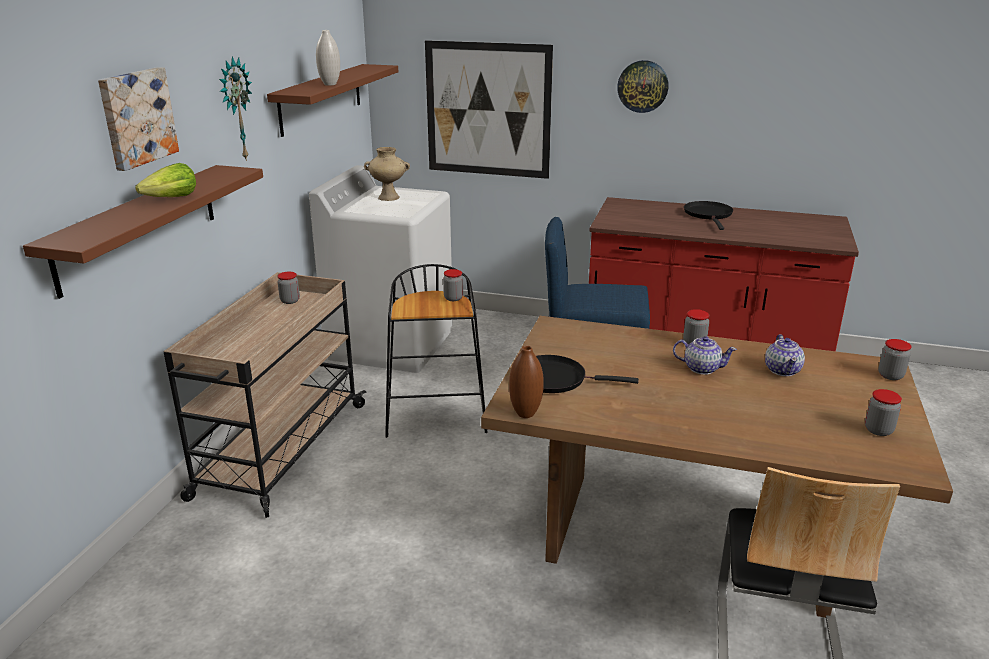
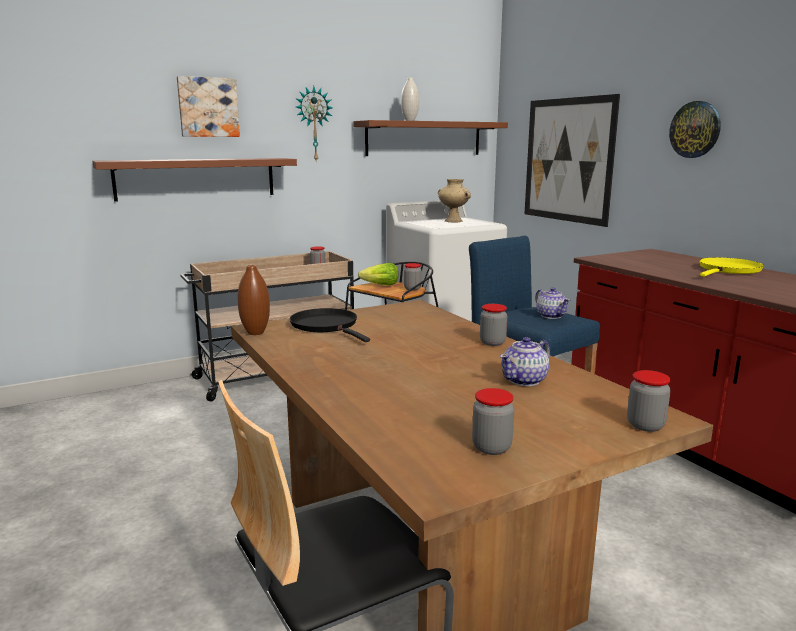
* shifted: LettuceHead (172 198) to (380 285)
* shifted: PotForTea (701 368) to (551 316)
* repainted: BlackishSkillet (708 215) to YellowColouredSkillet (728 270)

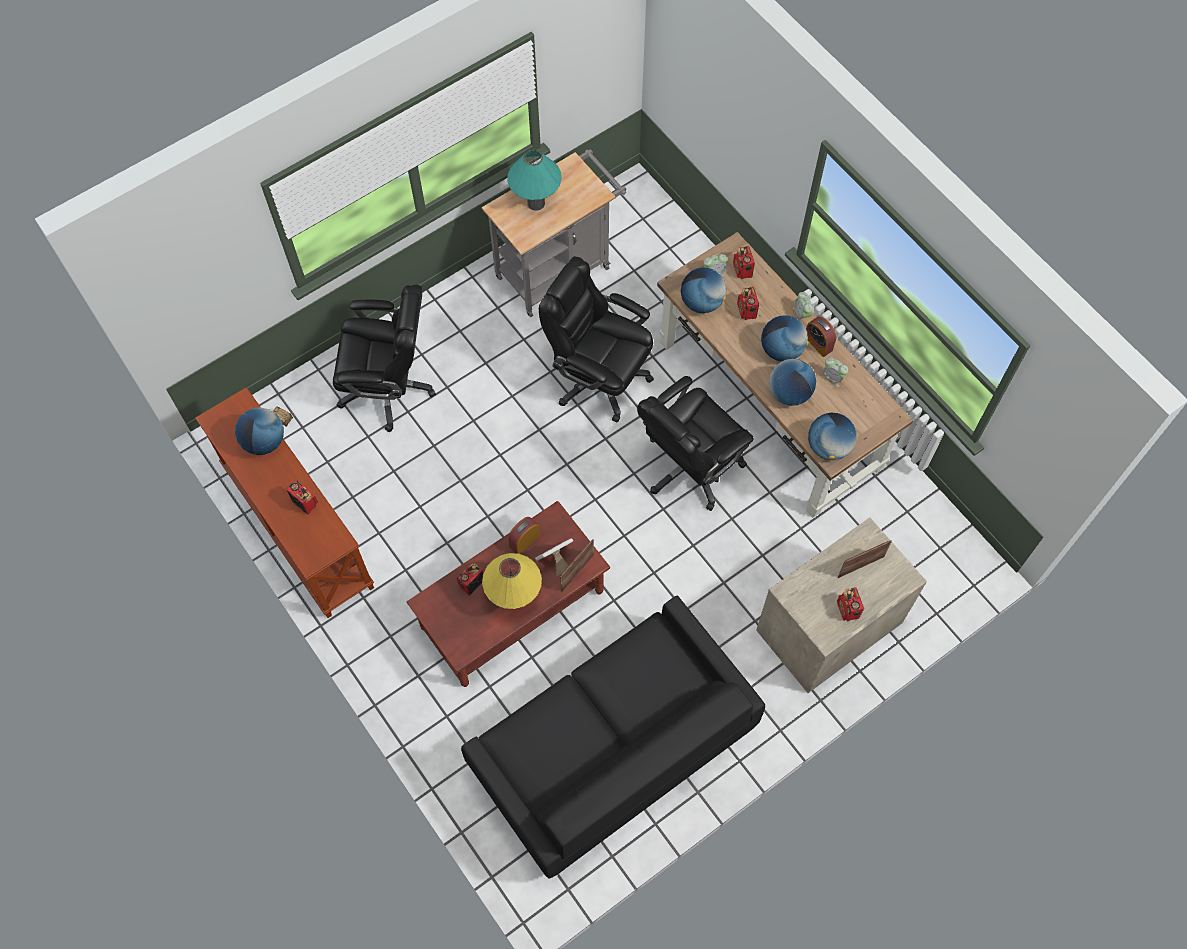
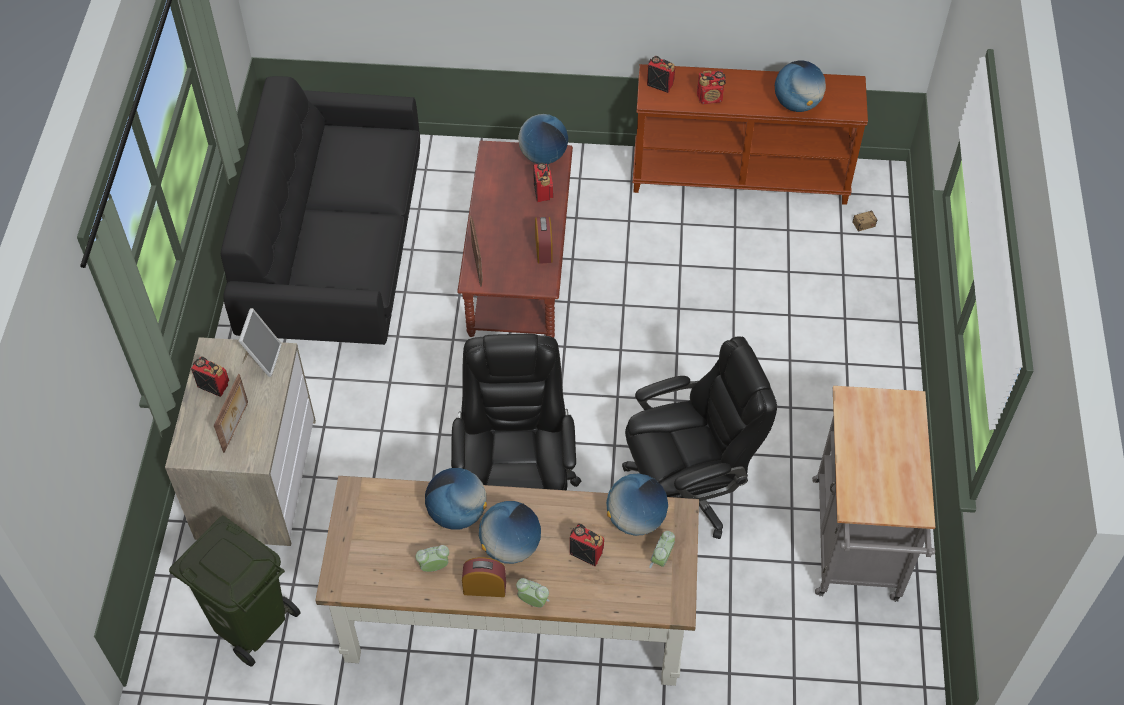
* gone: BlackishOfficeChair (389 387)
* gone: YellowColouredLampForATable (514 597)
* gone: TurquoiseColouredLampForATable (536 203)
* shifted: PictureFrame (555 560) to (262 358)
* shifted: Radio (742 270) to (660 84)
* shifted: DeskGlobe (828 447) to (543 156)
* new: GreenishTrashCan (250 621)

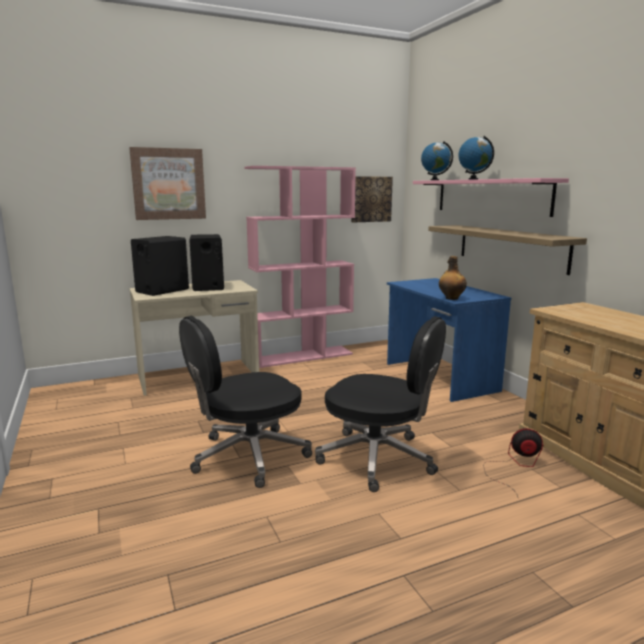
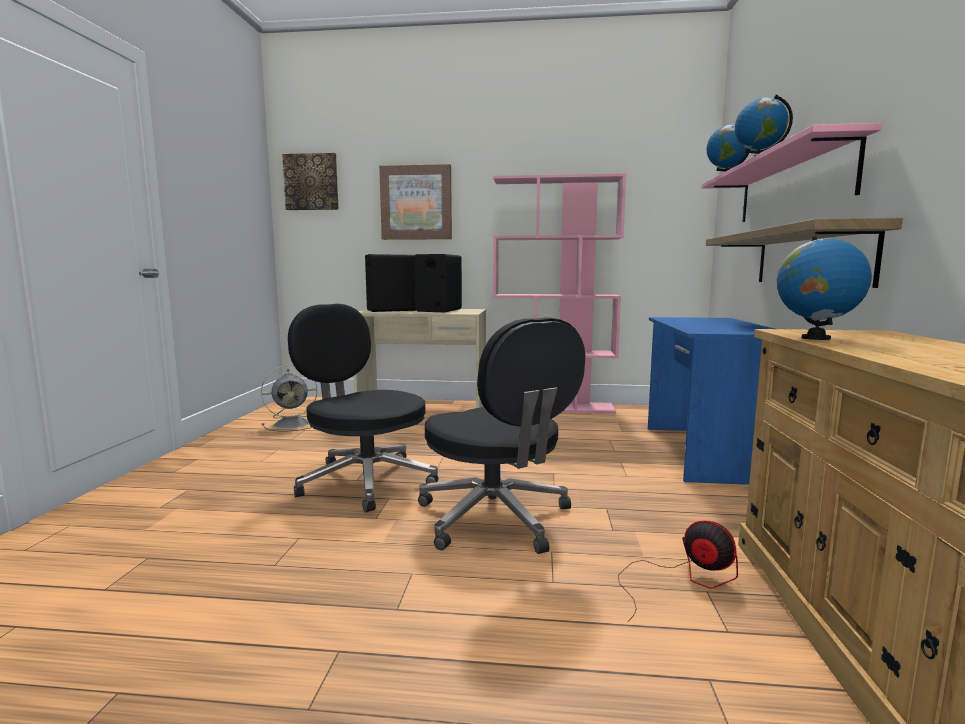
* rotated: BlackishOfficeChair (248 456) = (364 481) 45 degrees clockwise
* shifted: WallArt (370 199) to (311 182)
* gone: Bottle (451 298)
* new: GrayElectricFan (293 424)
* new: DeskGlobe (815 338)

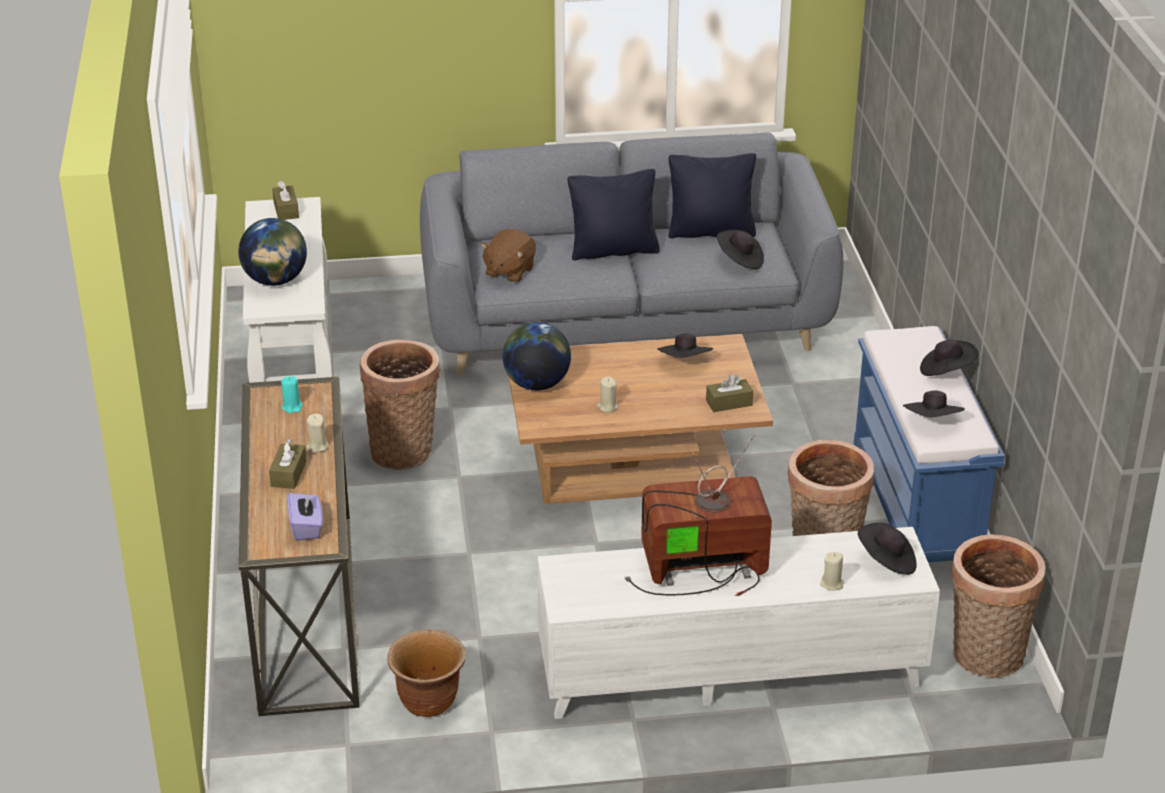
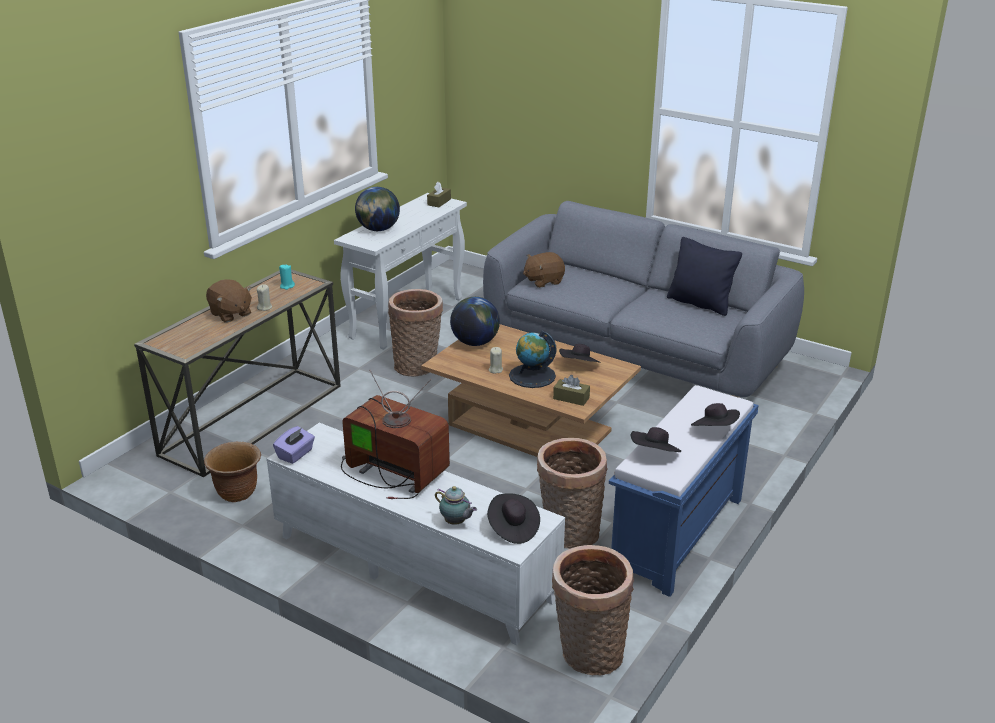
* swapped: BrownColouredTissueHolder (288 474) to BrownColouredCuddlyToy (230 314)
* shifted: PurpleColouredTissueHolder (306 528) to (295 454)
* gone: BlackishThrowPillow (613 251)
* gone: BlackishClothingHat (740 260)
* swapped: BeigeColouredWaxCandle (832 584) to PotForTea (456 522)
* new: DeskGlobe (532 376)

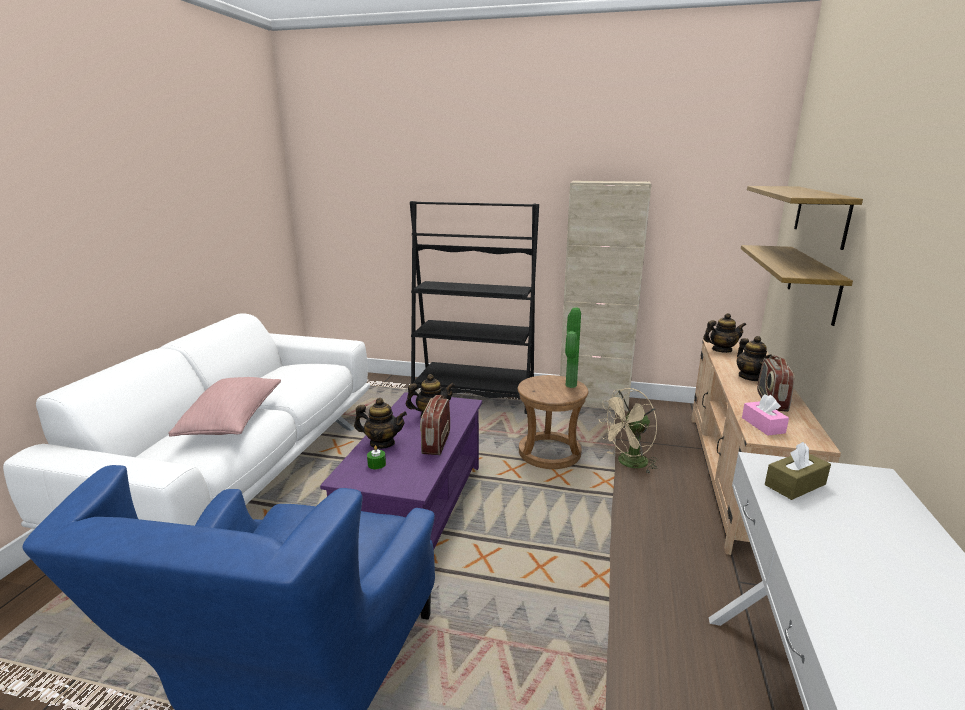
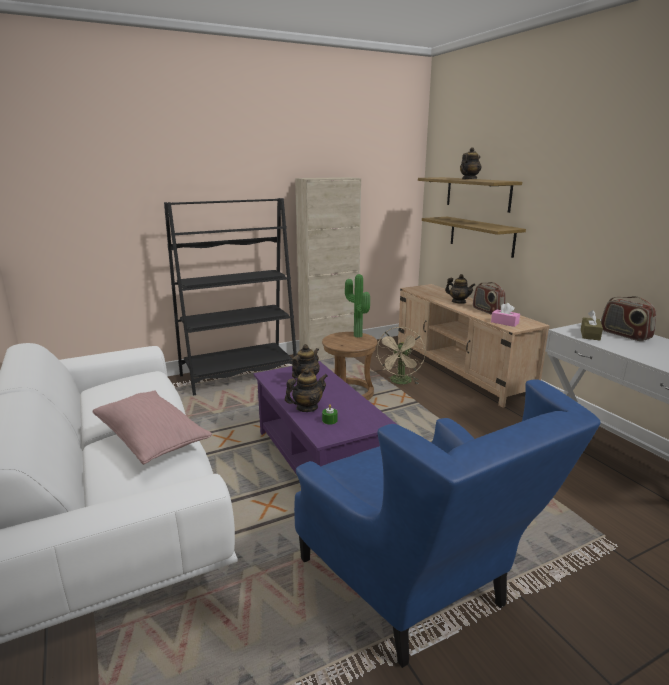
* shifted: Radio (436 443) to (624 335)
* shifted: PotForTea (721 350) to (469 179)

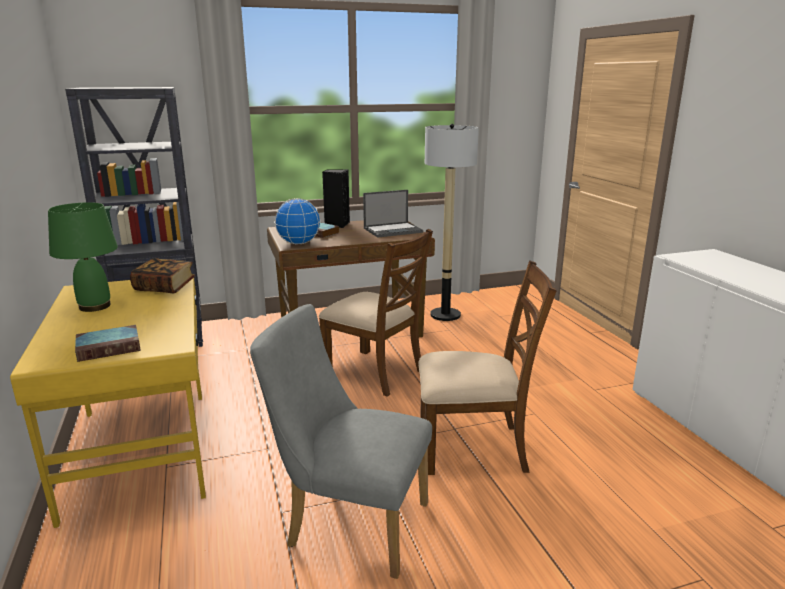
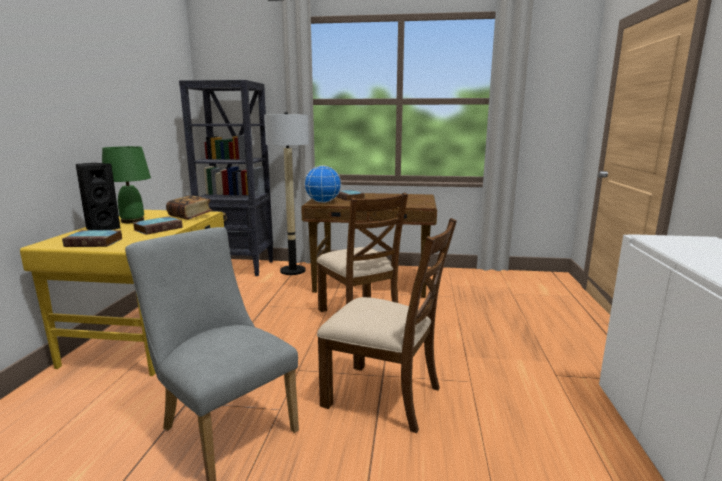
* shifted: BlackishAudioSpeaker (337 224) to (101 229)
* gone: PortableComputer (393 230)
* shifted: StandardLamp (445 315) to (292 270)
* new: Book (159 228)

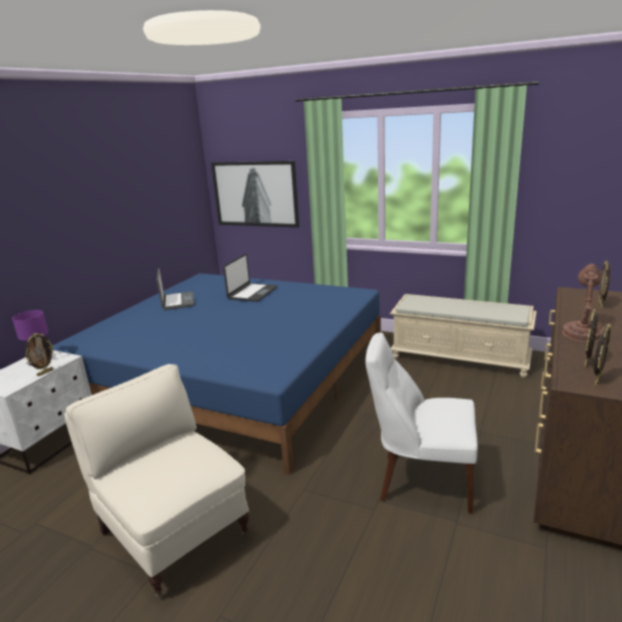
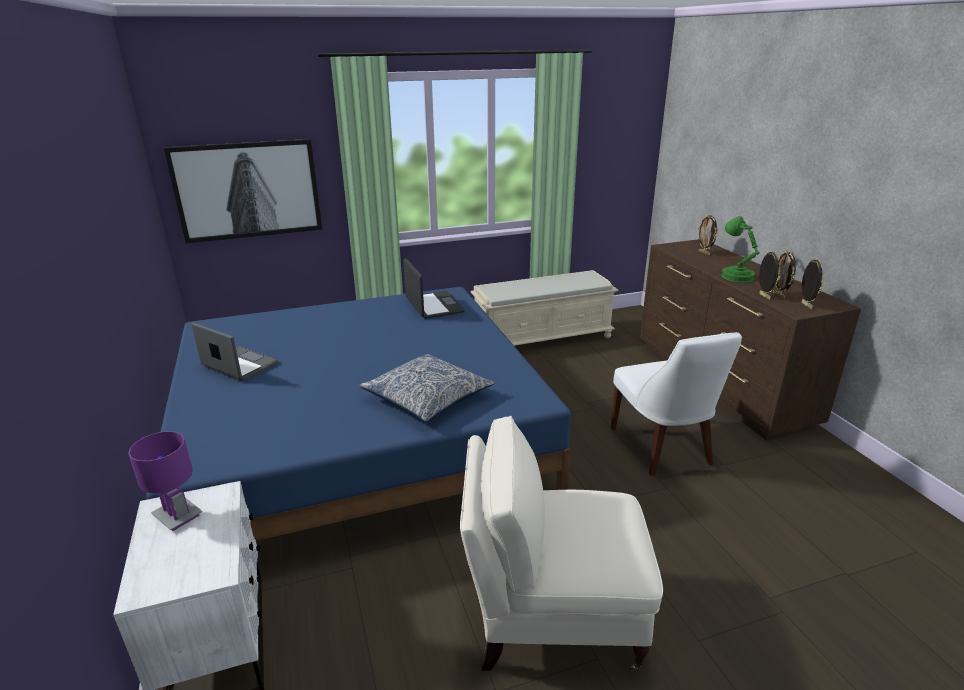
* shifted: PictureFrame (45 372) to (763 296)
* shifted: PortableComputer (252 293) to (433 306)
* rotated: WhiteColouredChair (421 481) = (662 448) 75 degrees counterclockwise
* repainted: BrownColouredLampForATable (582 333) to GreenishLampForATable (735 276)
* new: ThrowPillow (427 397)

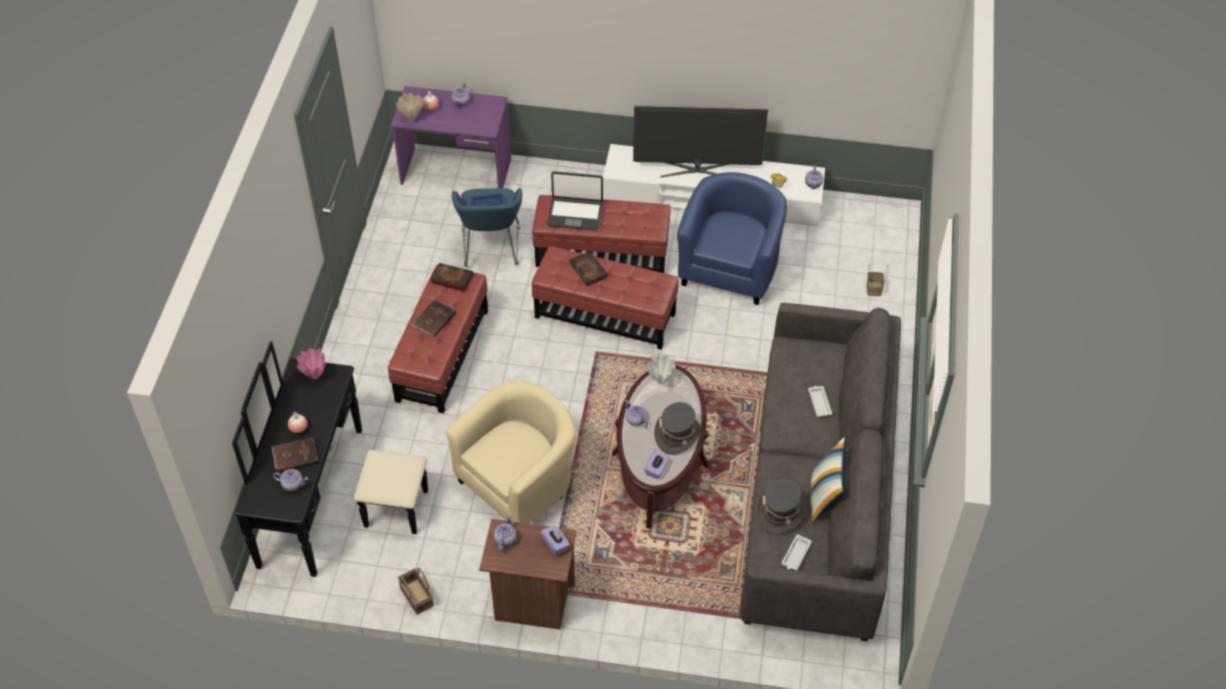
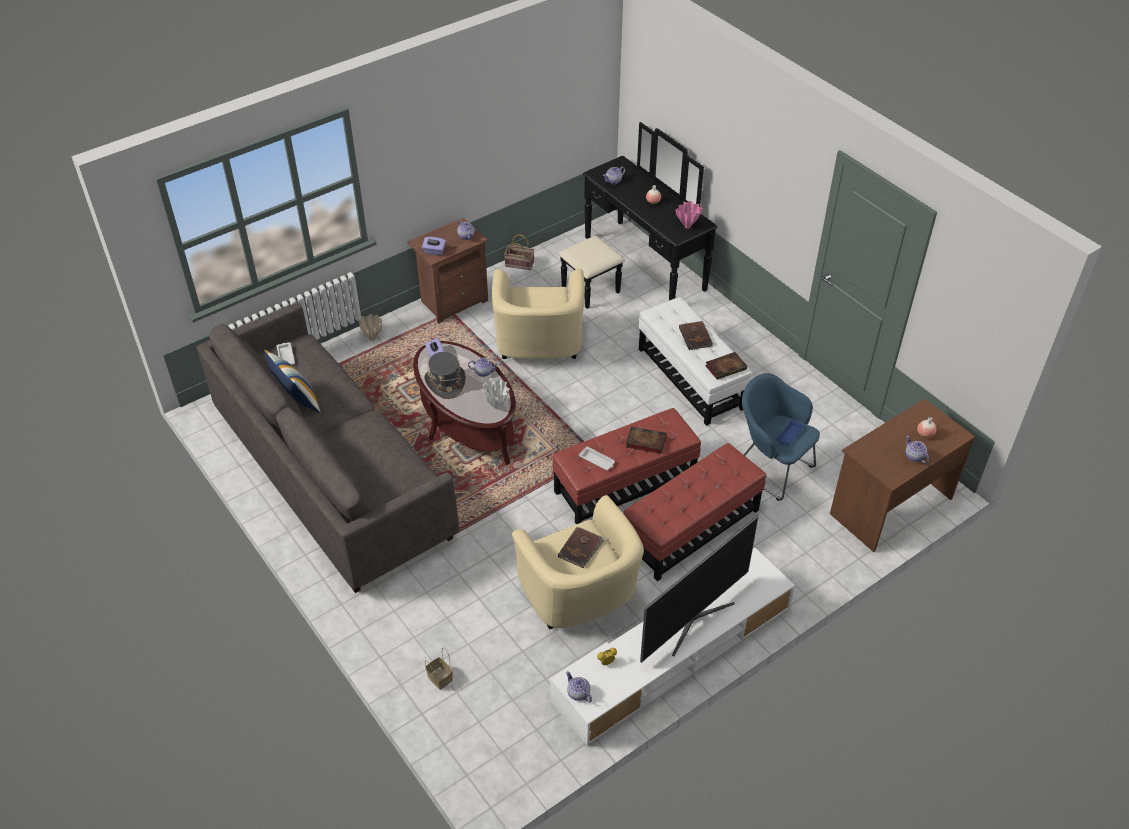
* shifted: BrownColouredBook (295 456) to (581 548)
* repainted: ReddishFootrest (441 355) to WhiteColouredFootrest (691 378)
* repainted: PurpleColouredDesk (456 172) to BrownColouredDesk (889 505)
* shifted: BeigeColouredVase (411 119) to (373 338)
* gone: PortableComputer (575 214)
* repainted: BluishEasyChair (730 268) to BeigeColouredEasyChair (580 598)
* gone: GrayClothingHat (780 512)
* shifted: WhiteColouredCarryingTray (819 402) to (597 460)

